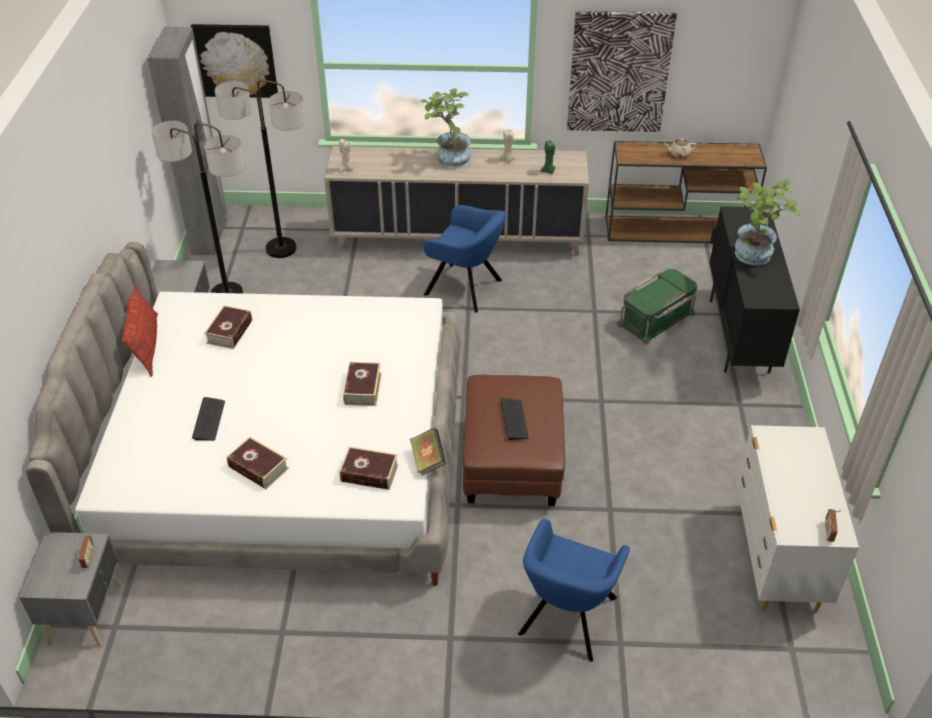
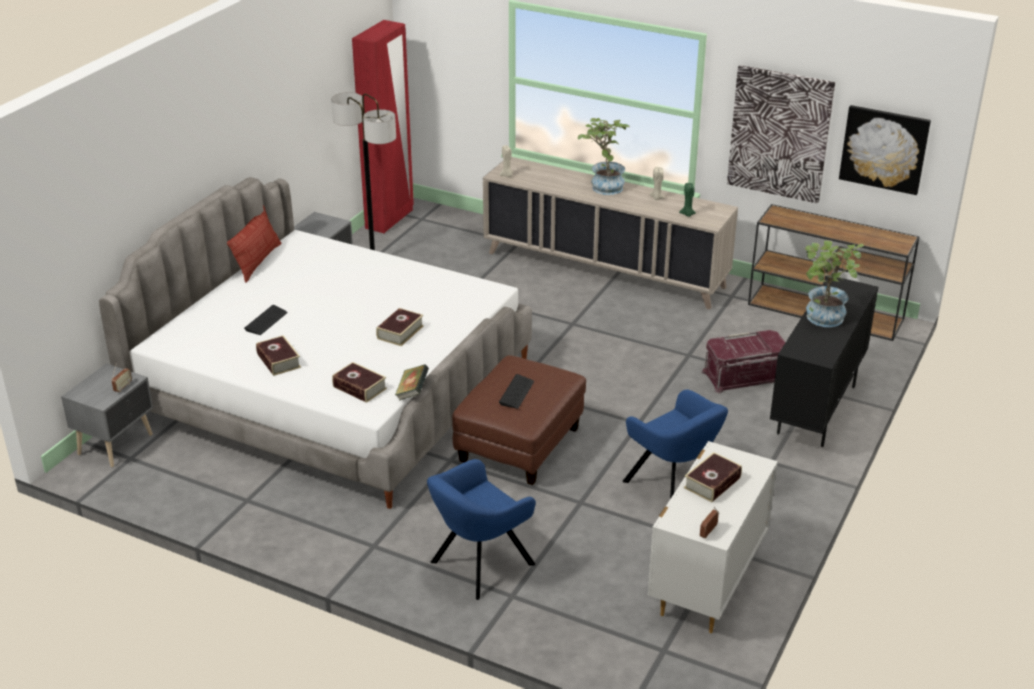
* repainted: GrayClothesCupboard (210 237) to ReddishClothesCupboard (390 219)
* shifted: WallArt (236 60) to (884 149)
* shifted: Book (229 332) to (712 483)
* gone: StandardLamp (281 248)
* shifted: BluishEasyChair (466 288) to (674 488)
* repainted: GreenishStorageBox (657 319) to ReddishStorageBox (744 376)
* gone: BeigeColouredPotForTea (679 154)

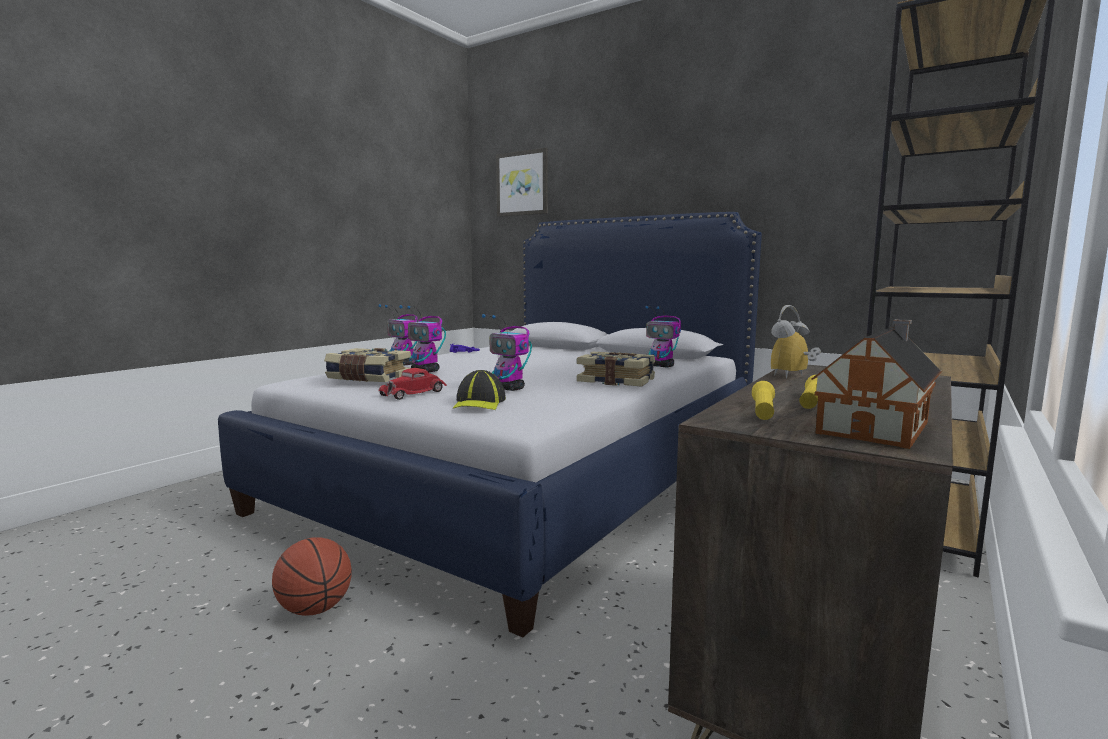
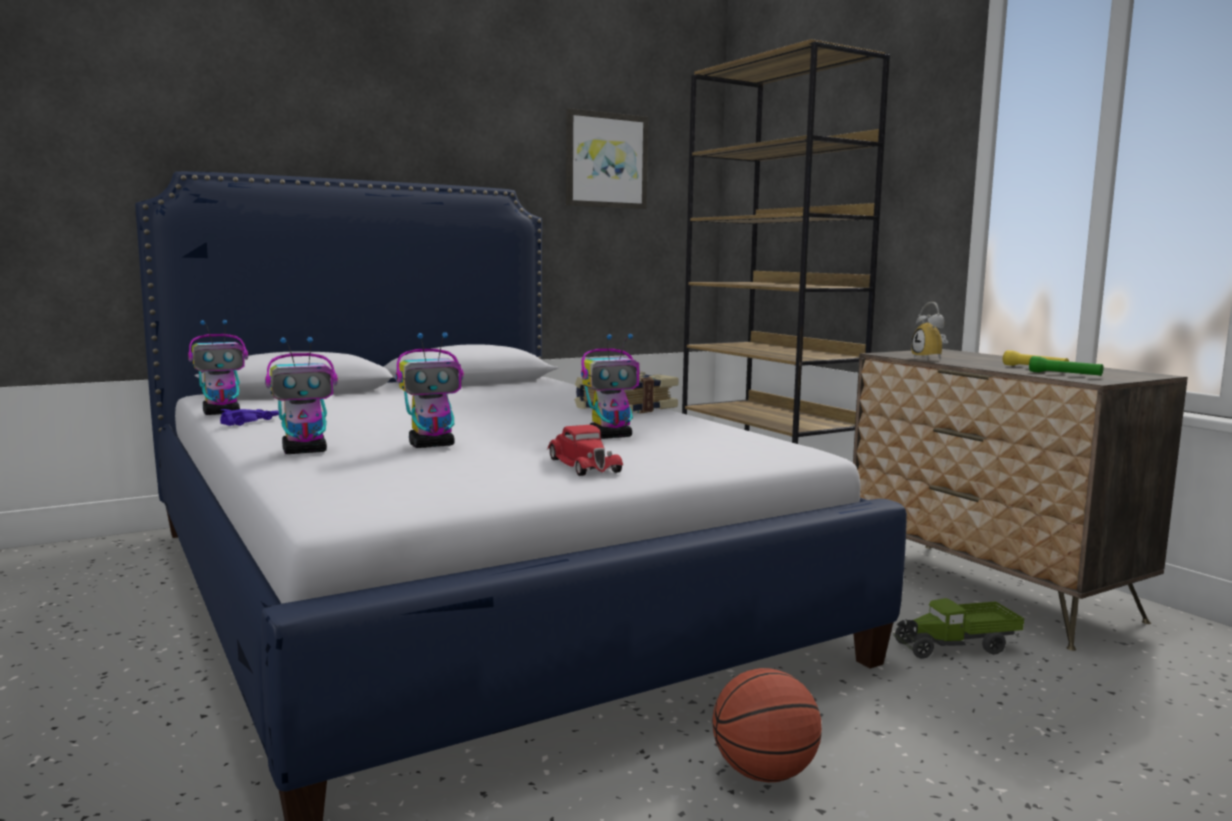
* gone: Book (368 378)
* gone: PeakedCap (479 403)
* shifted: WallArt (522 183) to (606 160)
* shifted: RobotFigure (661 366) to (222 413)
* repainted: YellowColouredFlashlight (763 411) to GreenishFlashlight (1065 374)
* gone: MiniatureHouse (876 426)
* new: ToyTruck (957 647)

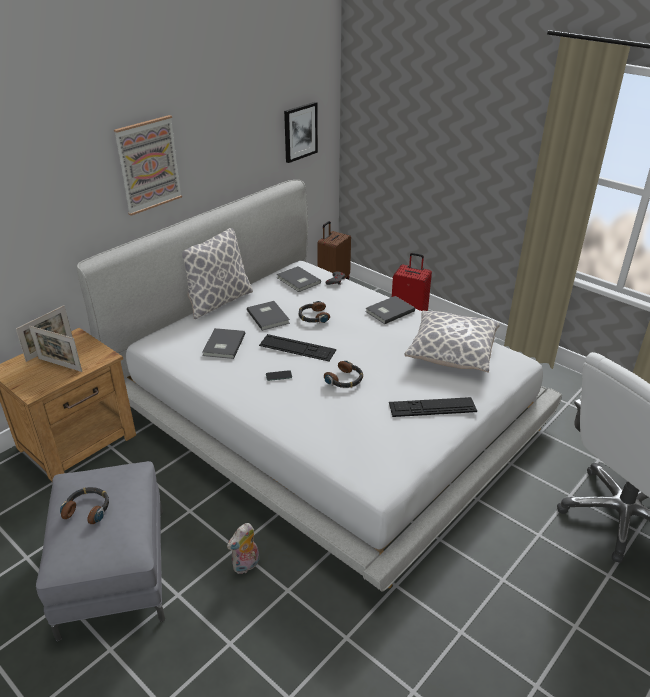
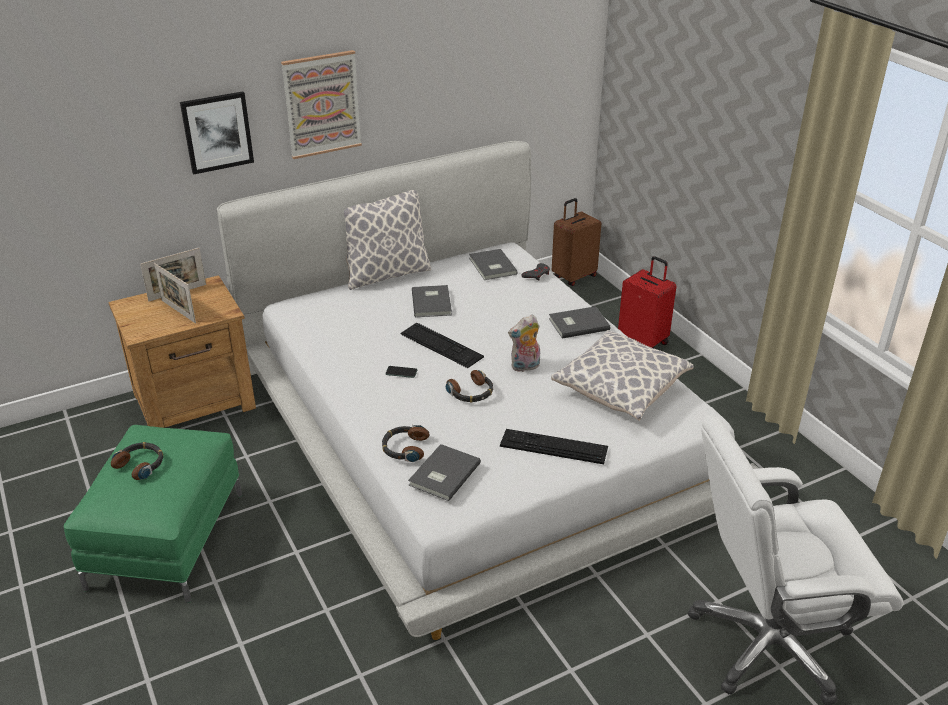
* repainted: GrayFootrest (114 570) to GreenishFootrest (167 539)
* shifted: GrayBook (223 345) to (442 474)
* shifted: CuddlyToy (246 566) to (525 367)
* shifted: WallArt (300 132) to (217 132)
* shifted: Headset (313 317) to (404 448)

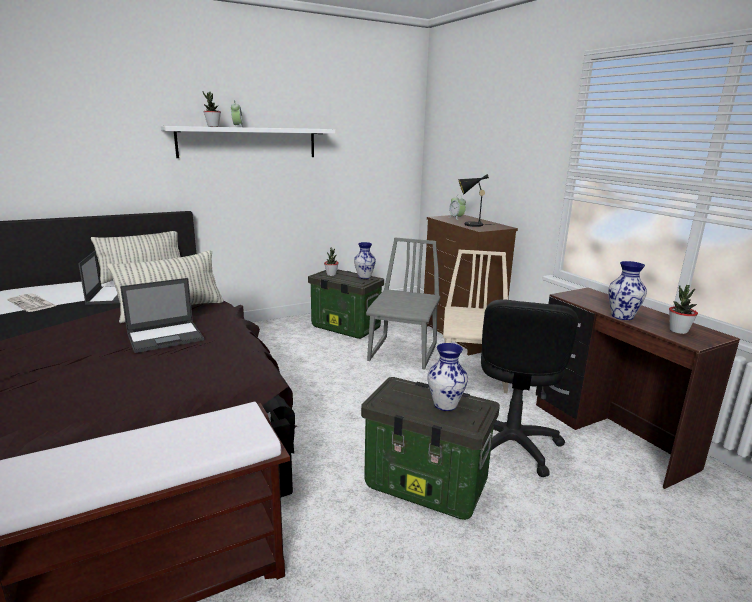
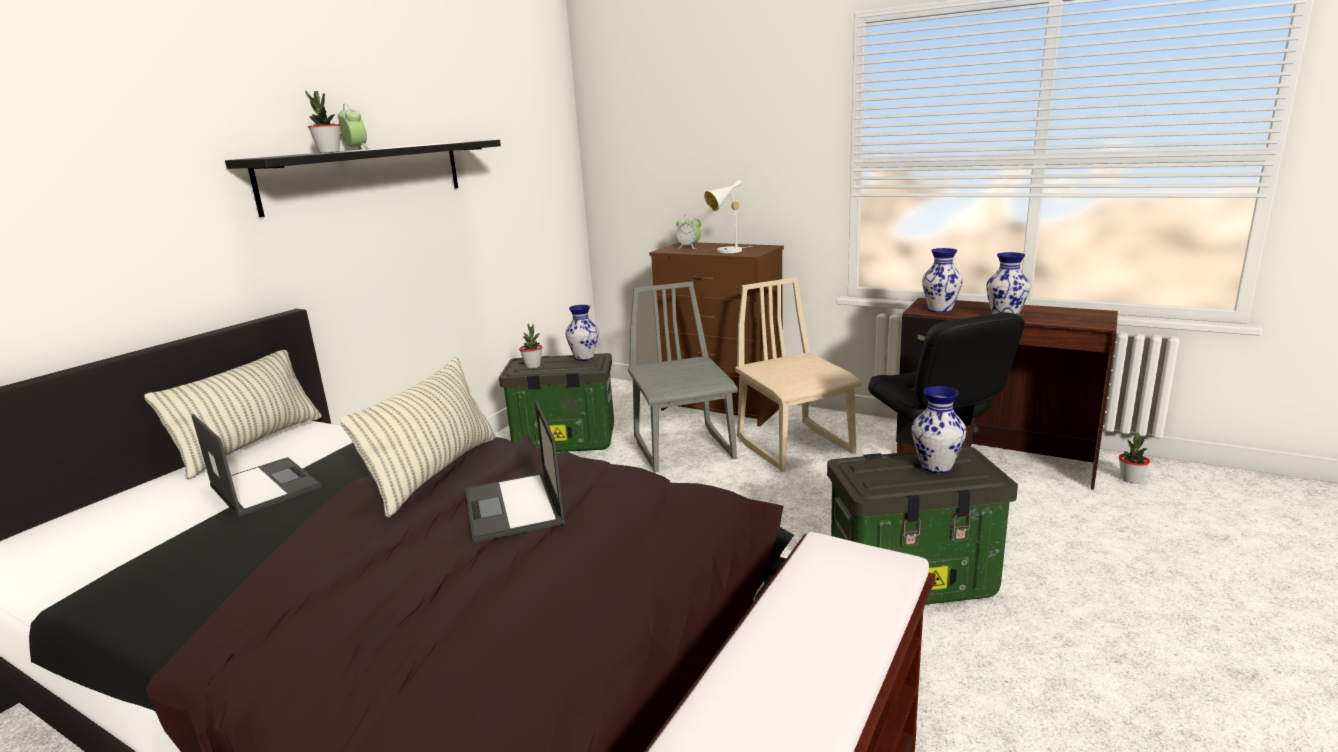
* gone: DailyPaper (33 303)
* rotated: PortableComputer (166 337) = (514 508) 135 degrees clockwise
* repainted: WhiteColouredWallShelf (248 142) to BlackishWallShelf (366 175)
* repainted: BlackishLampForATable (470 225) to WhiteColouredLampForATable (726 251)
* shifted: PlantInAPot (678 331) to (1130 479)
* new: Vase (939 309)

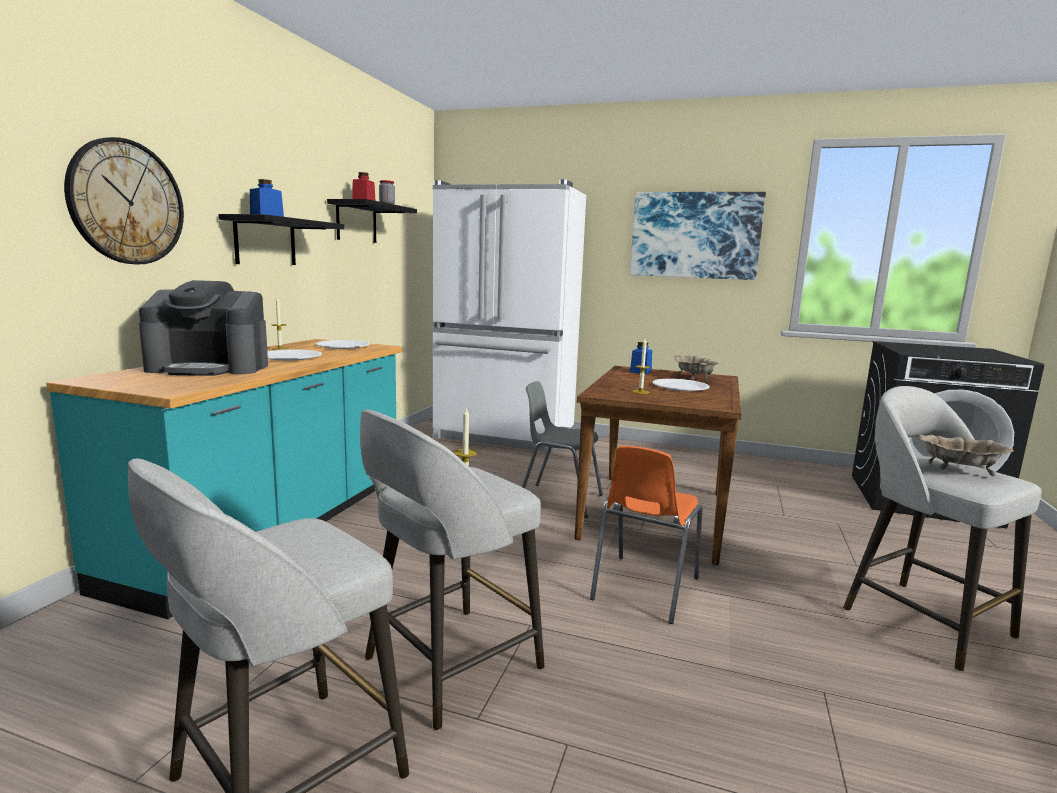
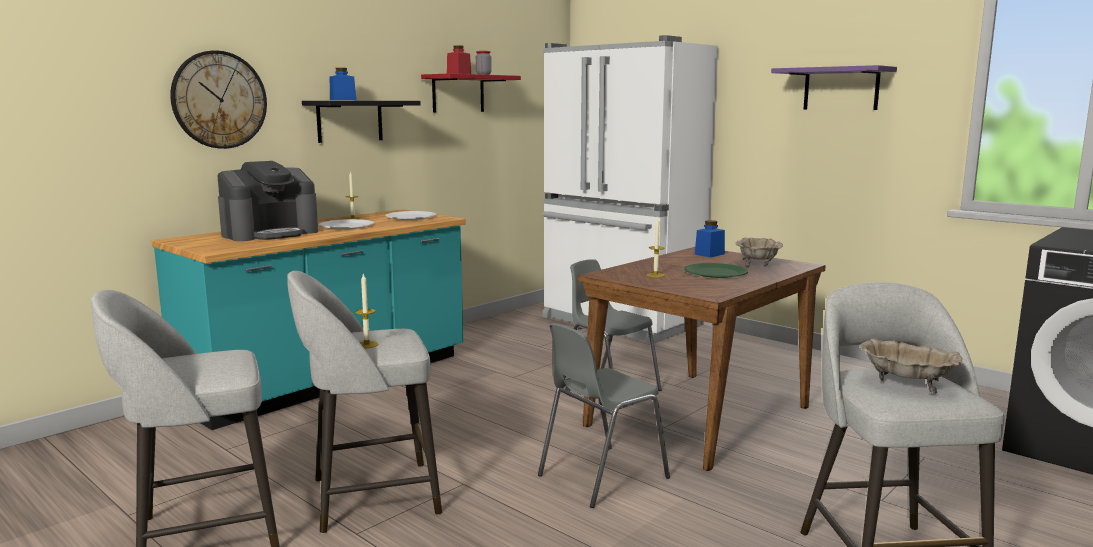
* rotated: CoffeeMaker (210 367) = (270 233) 60 degrees counterclockwise
* repainted: BlackishWallShelf (356 222) to ReddishWallShelf (458 93)
* repainted: OrangeColouredChair (643 588) to GrayChair (601 476)
* swapped: WallArt (695 235) to PurpleColouredWallShelf (841 89)
* repainted: WhiteColouredDinnerPlate (680 387) to GreenishDinnerPlate (716 272)

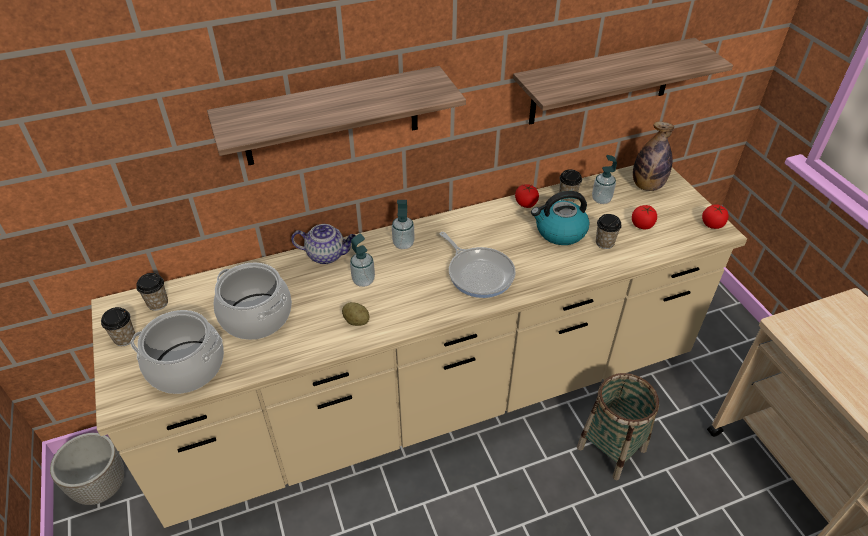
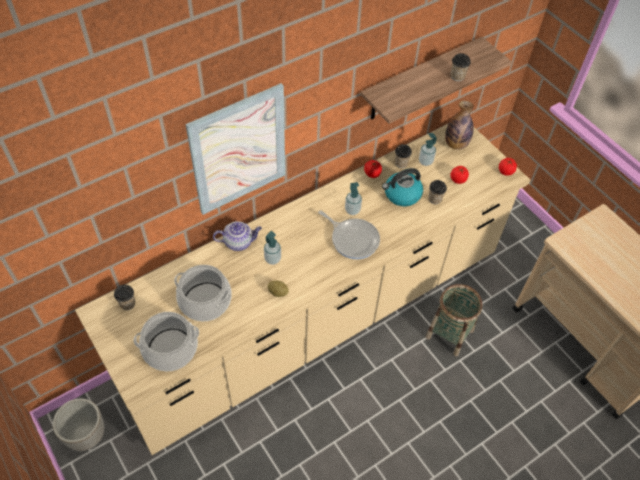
* shifted: Cup (125 338) to (457 76)
* swapped: WallShelf (331 117) to WallArt (239 150)
* shifted: LiquidSoapBottle (403 244) to (352 210)

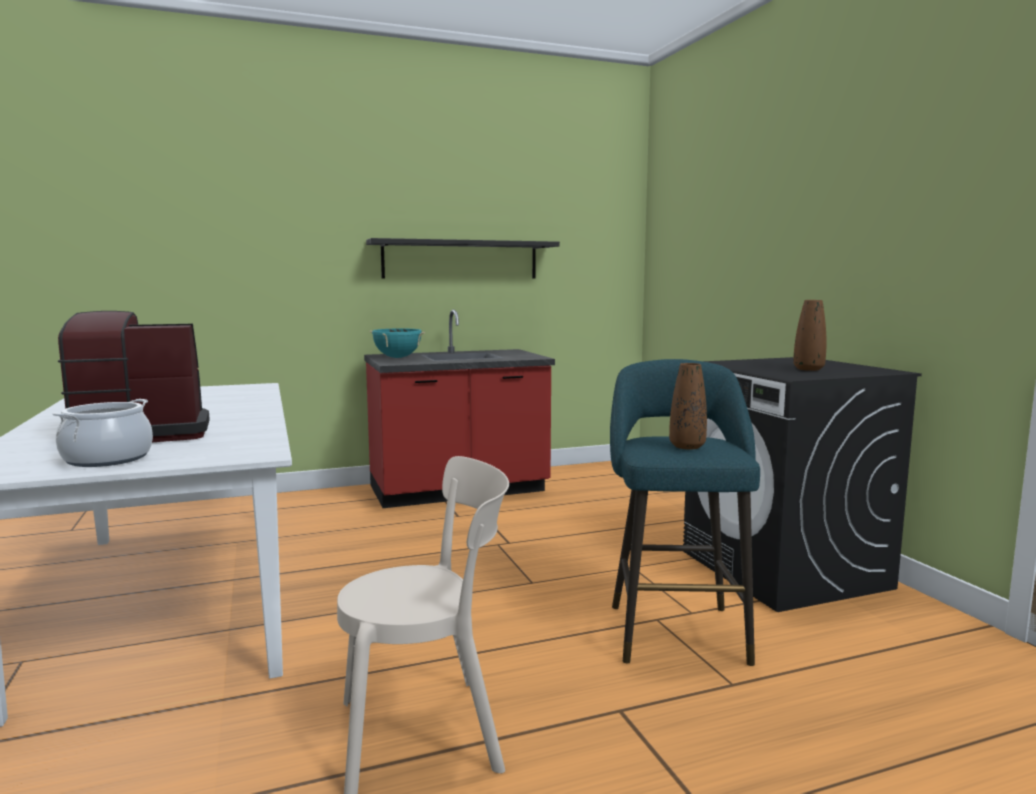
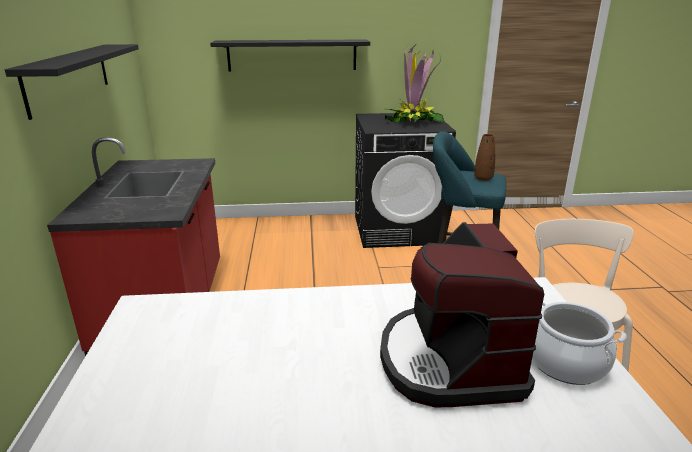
* gone: TurquoiseColouredStockpot (397 357)
* swapped: BrownColouredVase (808 369) to PlantInAPot (413 122)
* new: BlackishWallShelf (292 55)

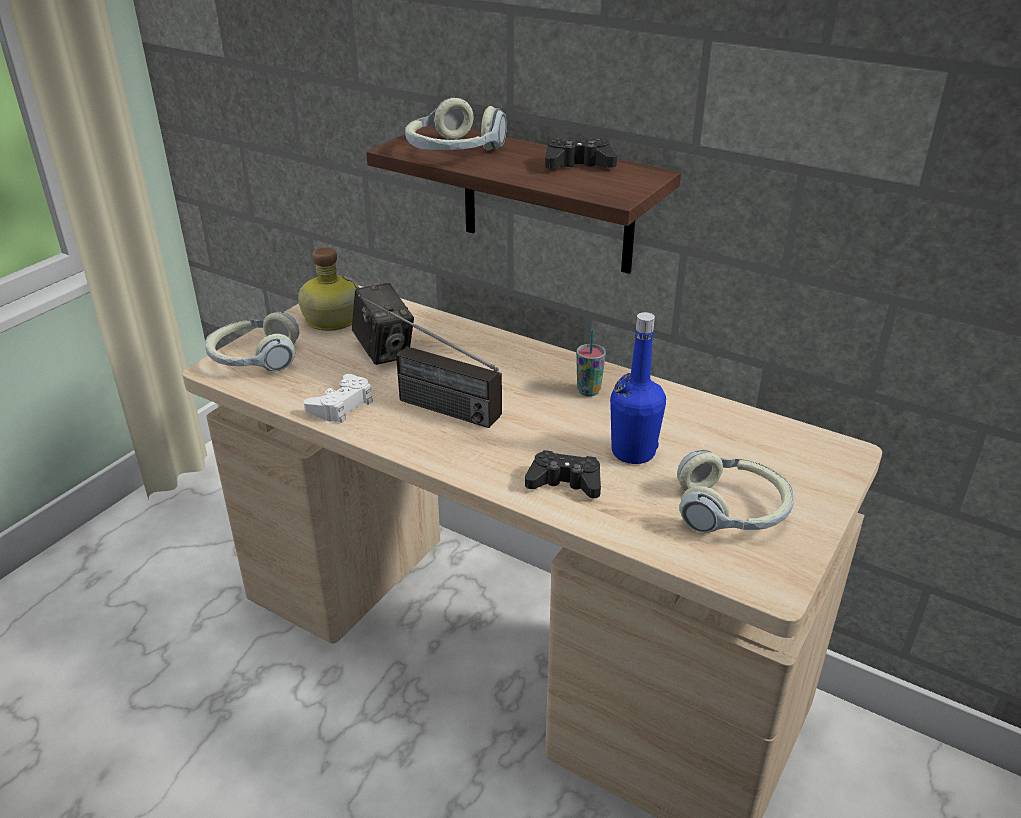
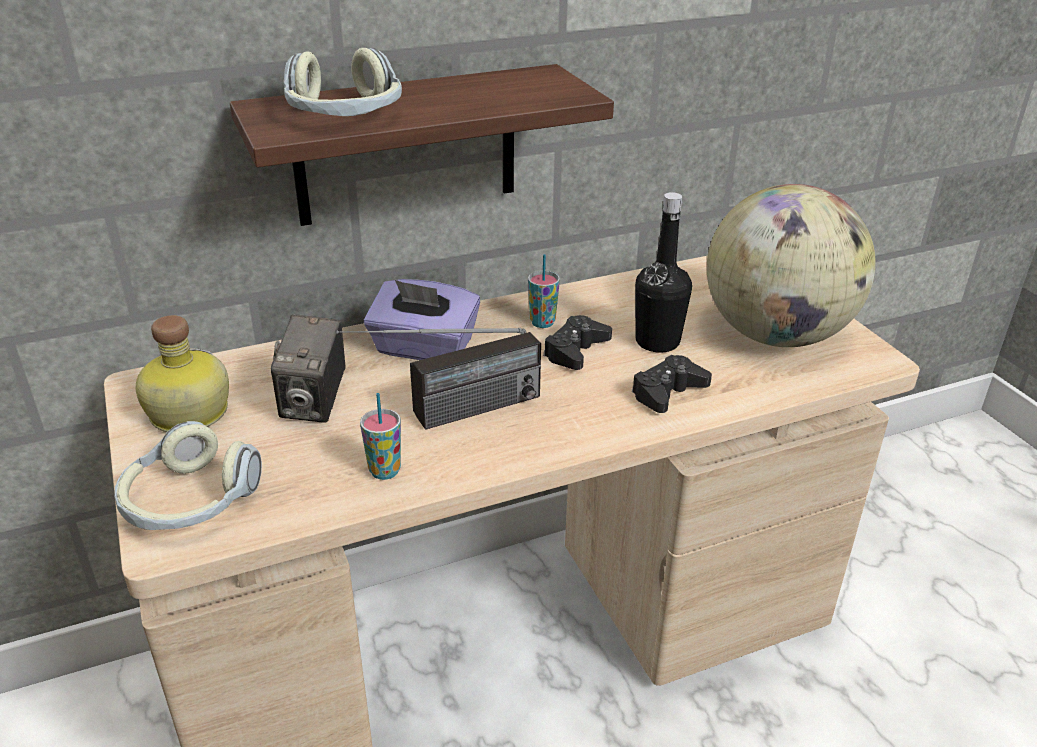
* swapped: WhiteColouredGameController (342 405) to Cup (384 471)
* rotated: PhotoCamera (384 351) = (314 403) 90 degrees clockwise
* shifted: BlackishGameController (578 165) to (575 350)
* repainted: BluishBottle (633 452) to BlackishBottle (657 342)
* swapped: Headset (732 511) to DeskGlobe (776 335)
* new: PurpleColouredTissueHolder (423 349)

